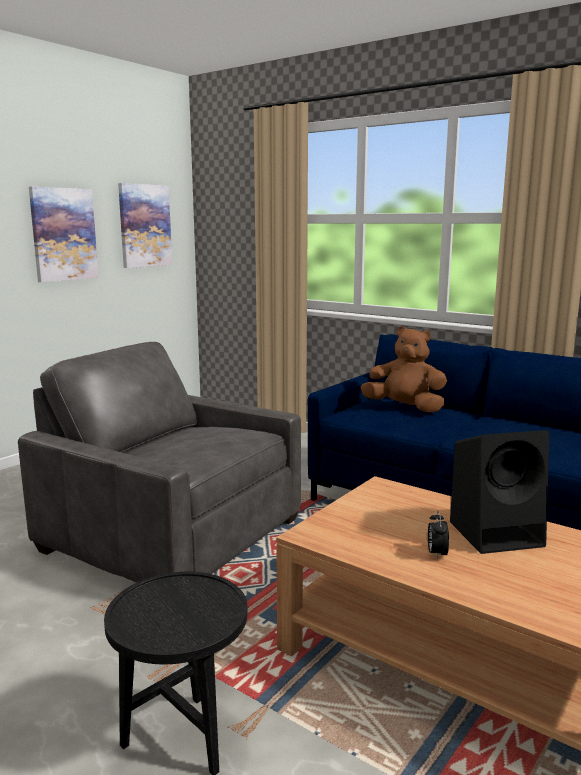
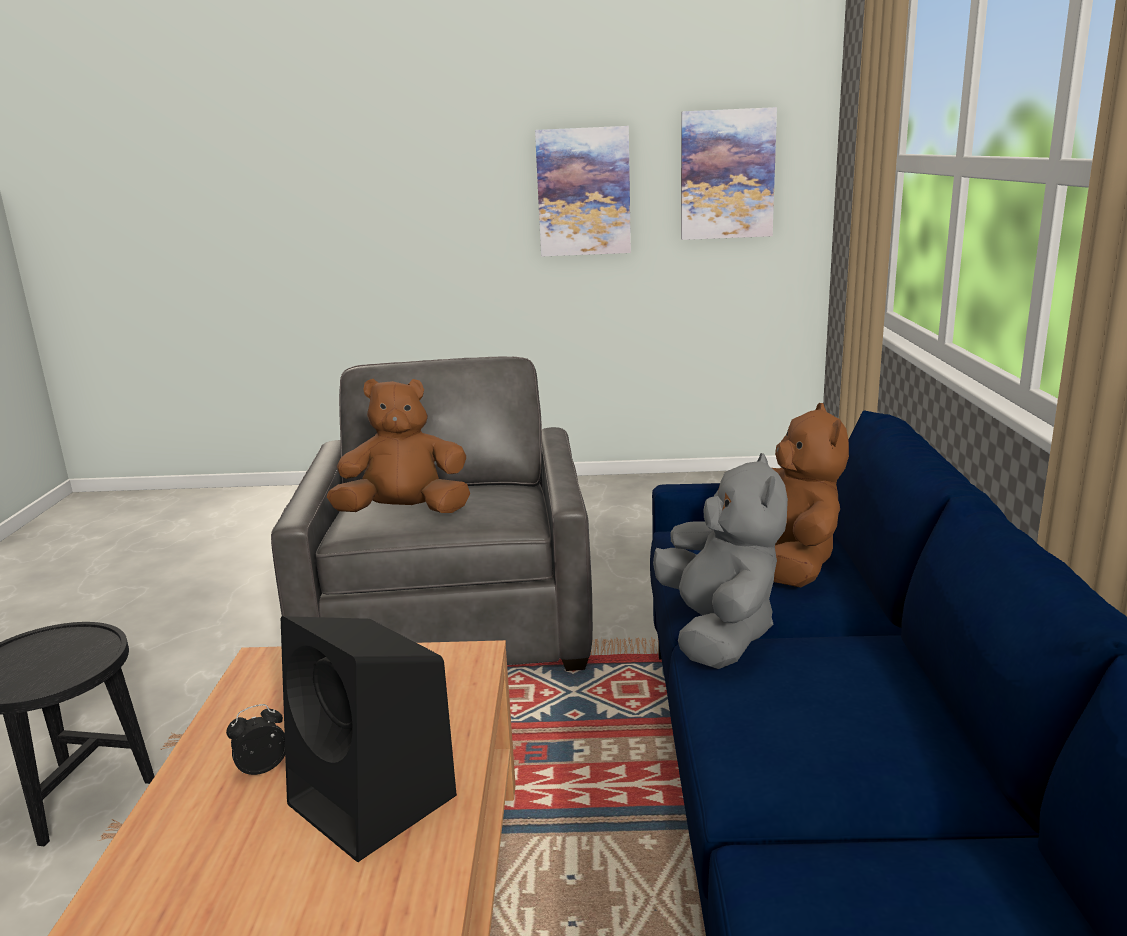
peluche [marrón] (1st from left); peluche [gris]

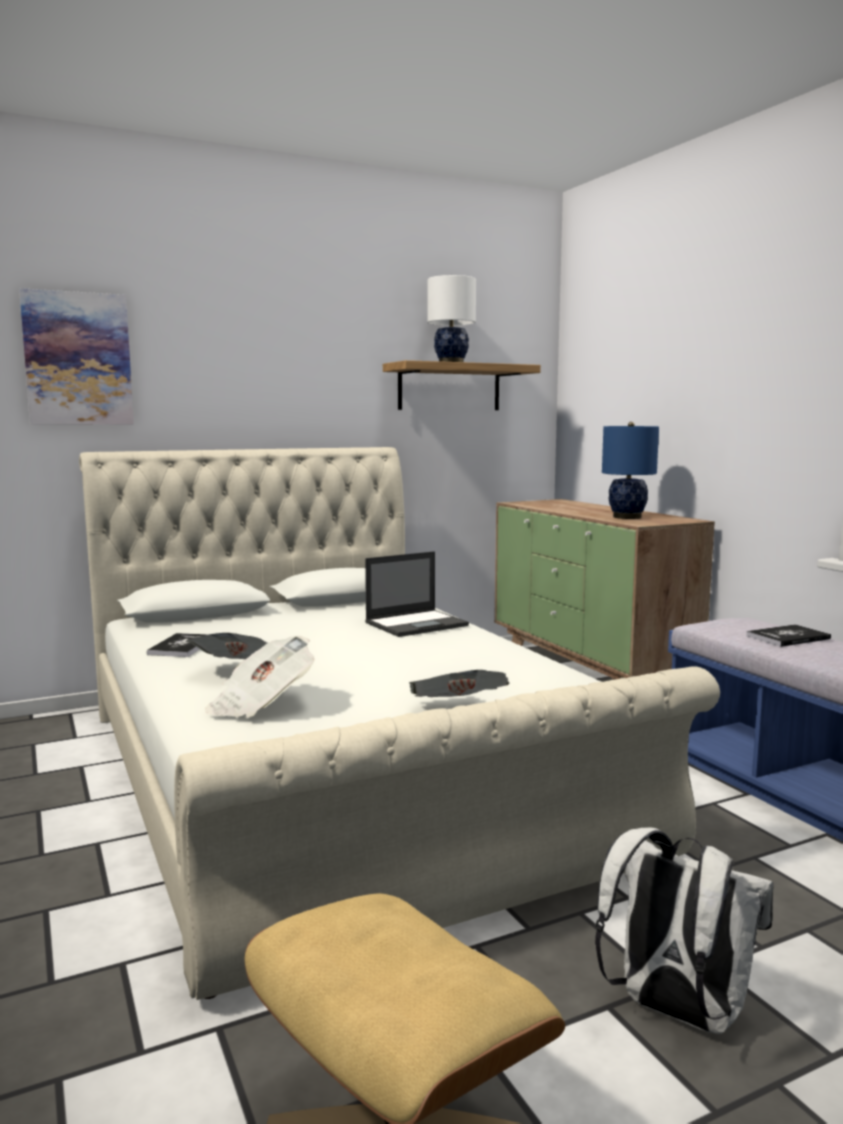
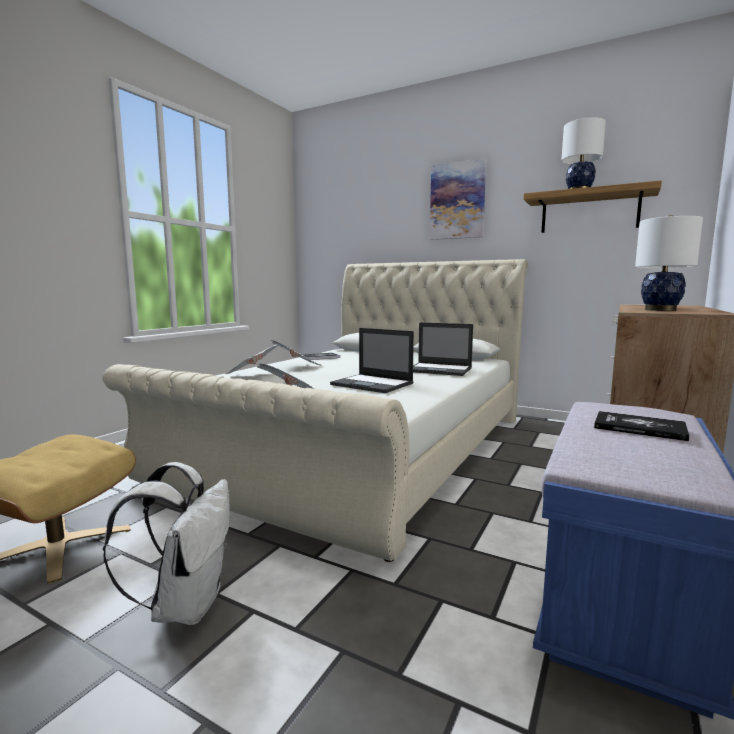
cuadro; lámpara de mesa [blanco] (2nd from left); portátil (1st from left)

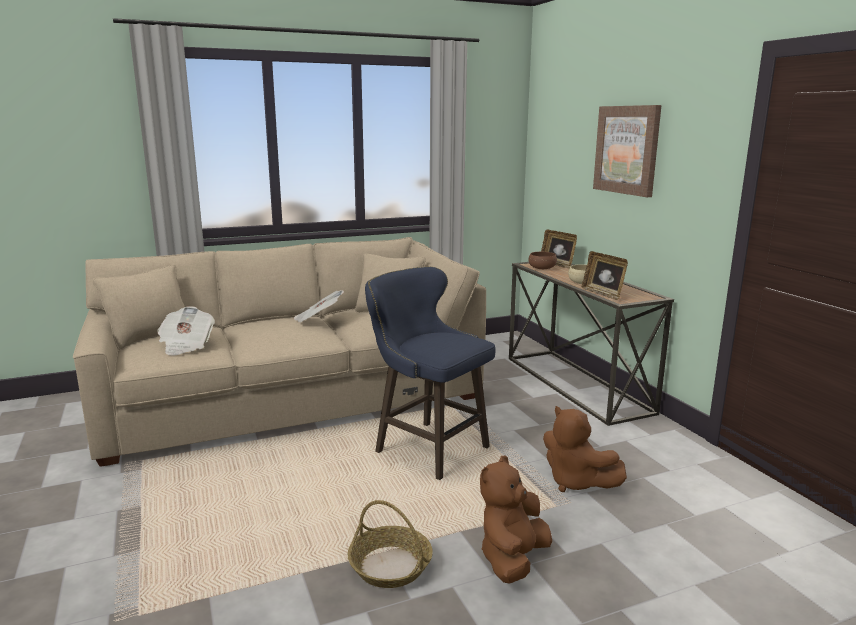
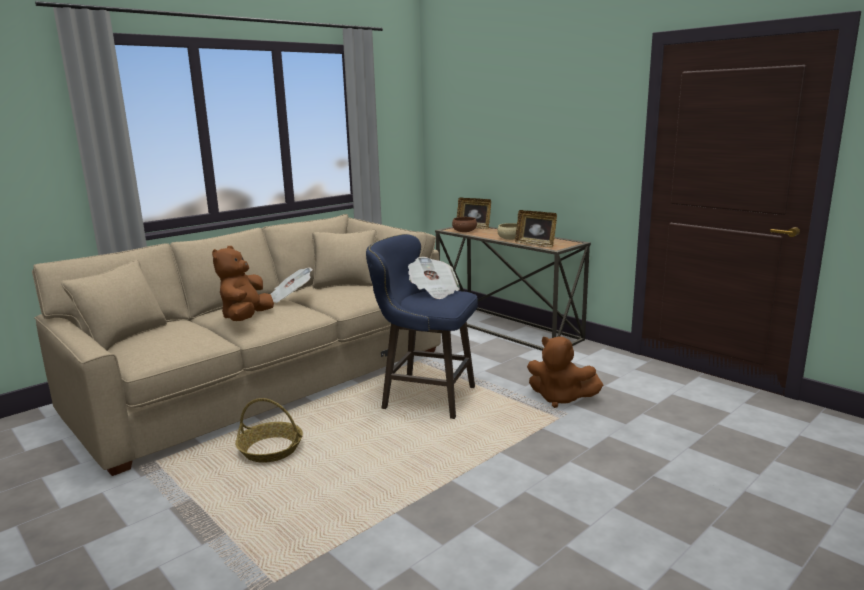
cuadro; periódico (2nd from left); peluche [marrón] (1st from left); cesta

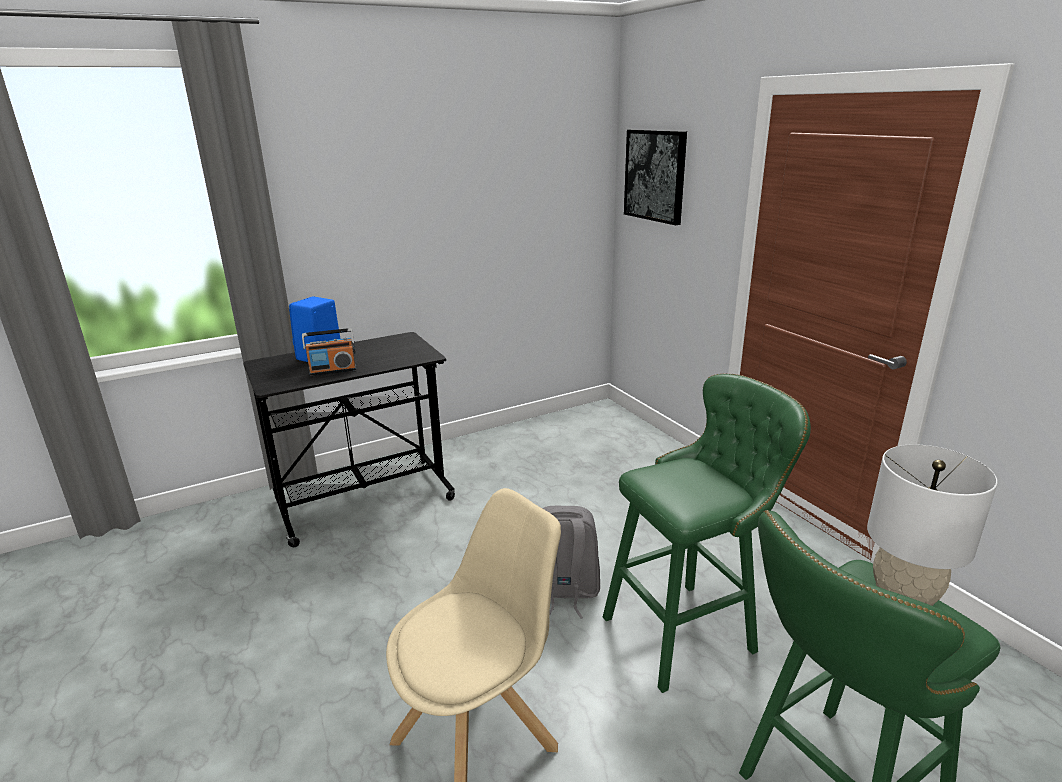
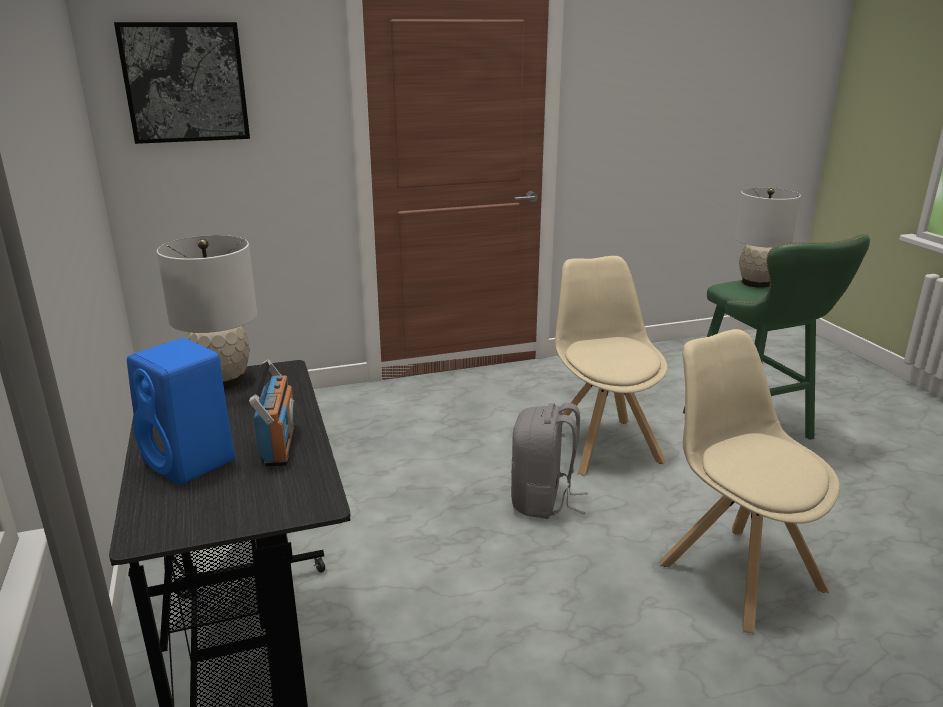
silla [beis] (1st from left); lámpara de mesa [blanco] (1st from left)

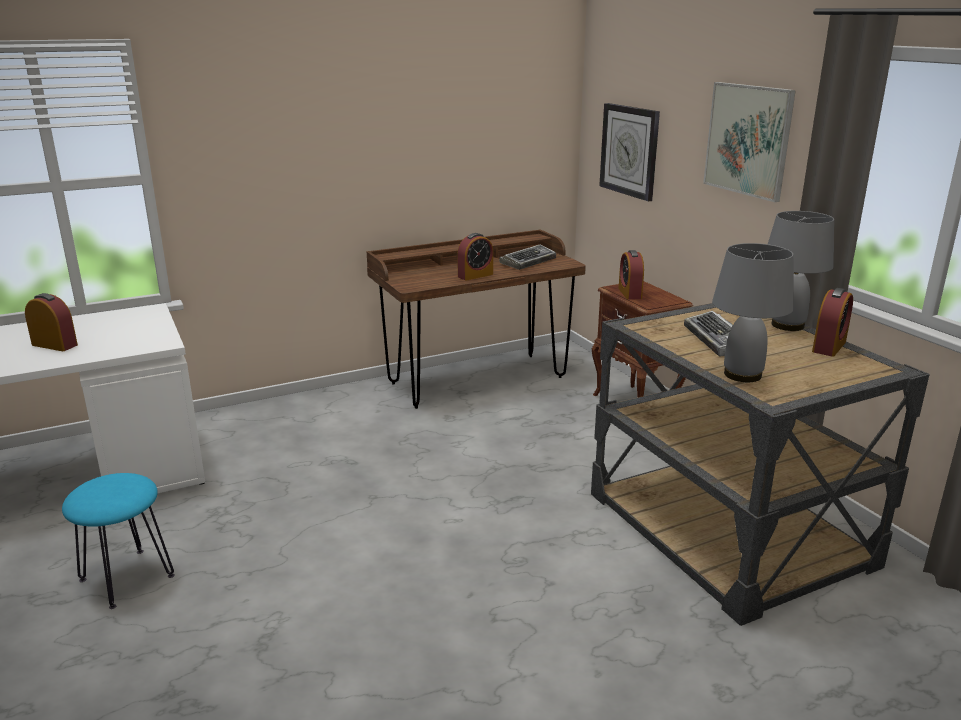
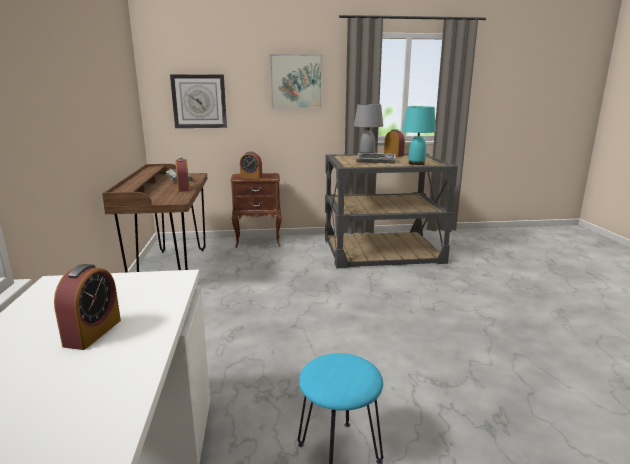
lámpara de mesa [turquesa]; despertador (1st from left)

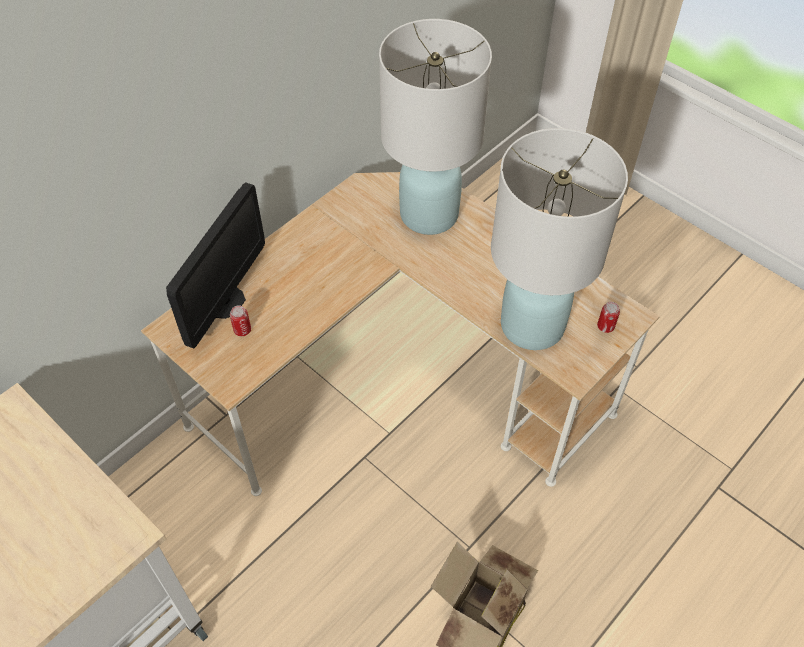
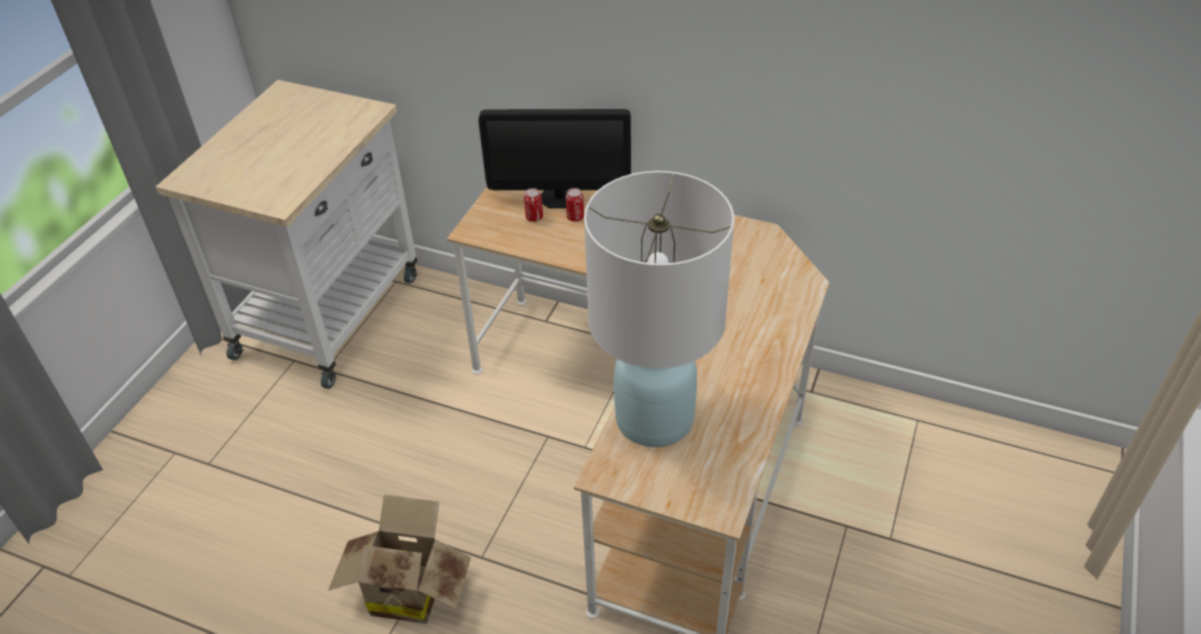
lámpara de mesa [blanco] (1st from left in the first image); lata (2nd from left)

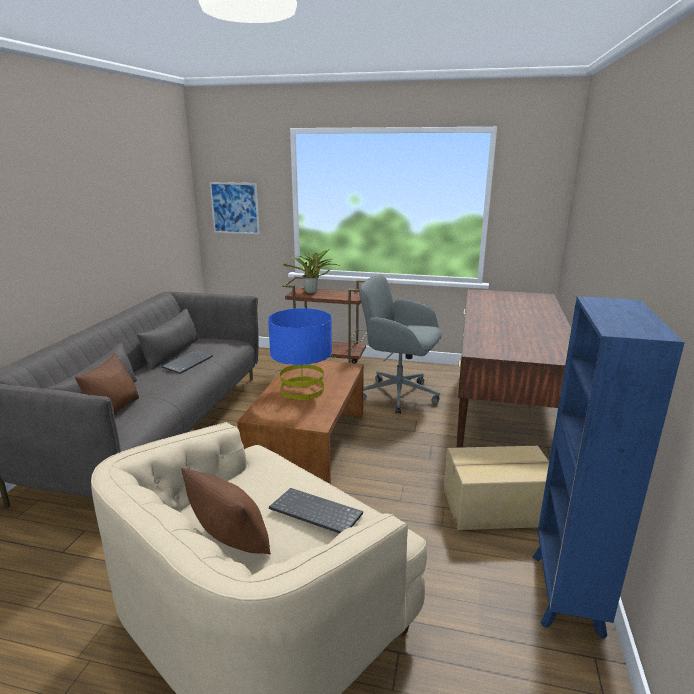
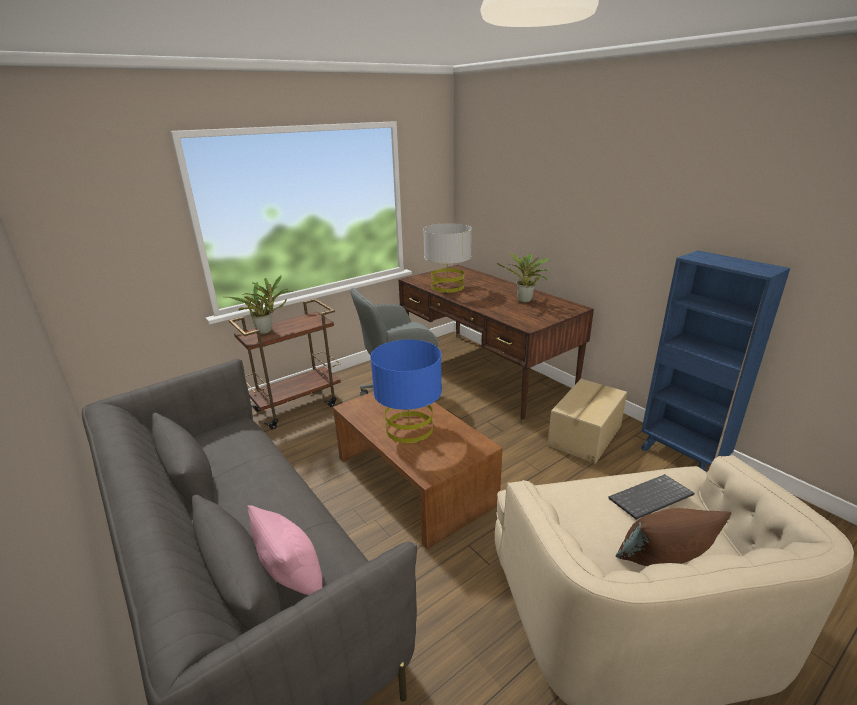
cuadro; teclado (1st from left in the first image); cojín [rosa]; lámpara de mesa [gris]; planta en maceta (2nd from left)

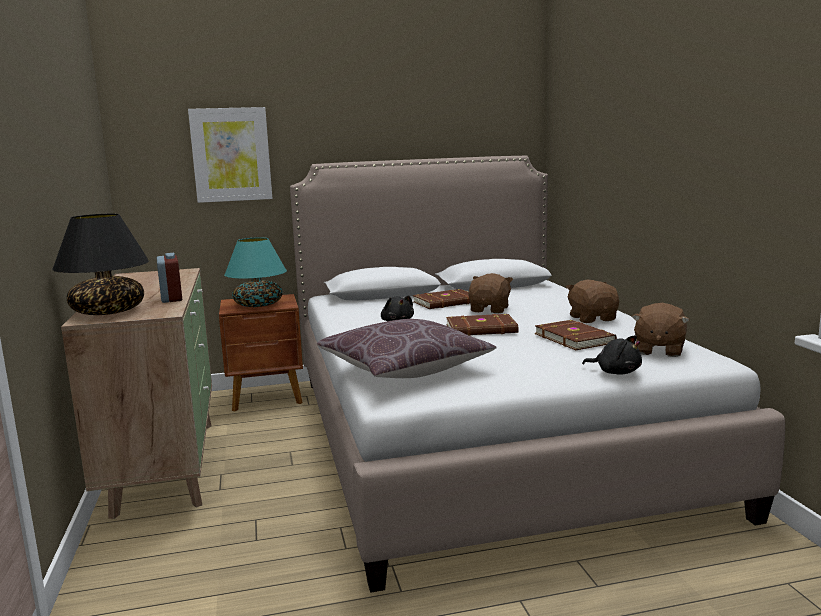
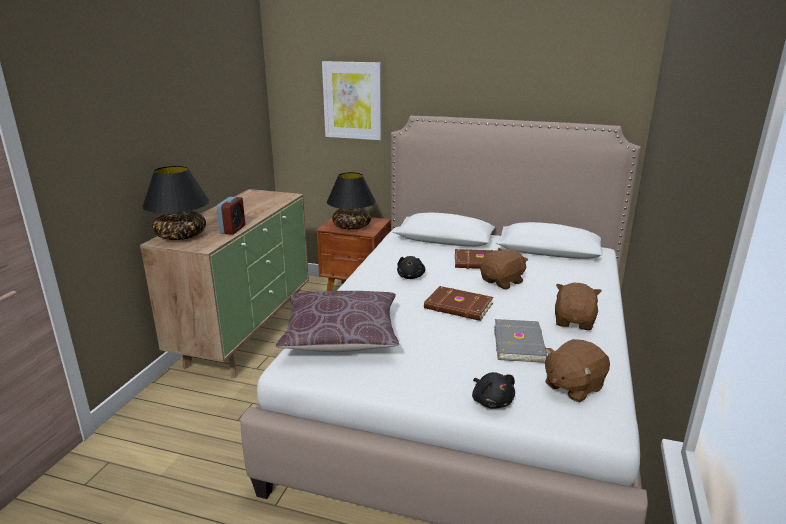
lámpara de mesa [negro] (2nd from left); libro [gris]

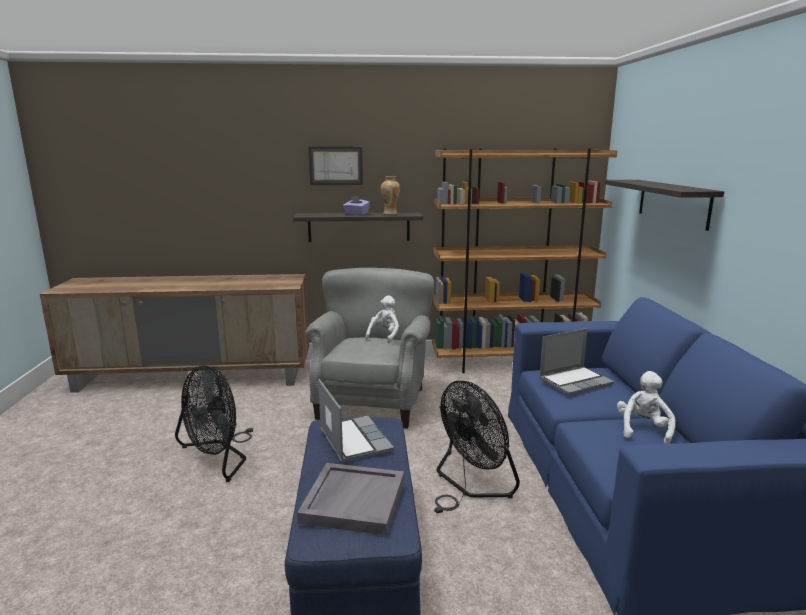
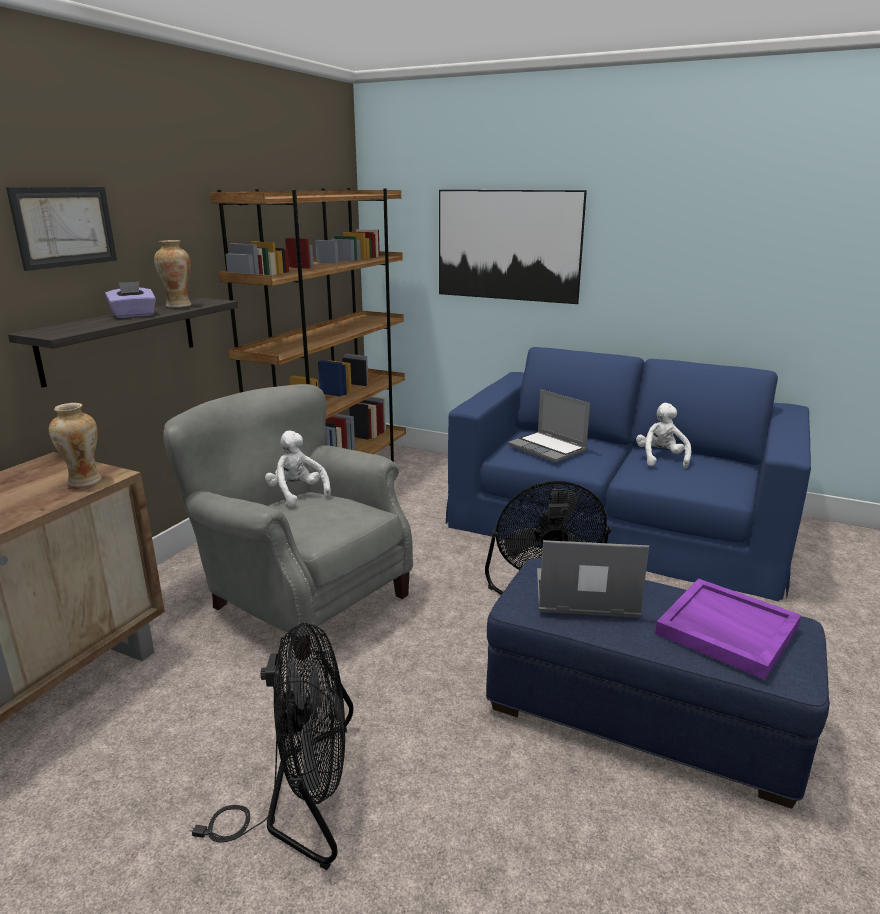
cuadro (2nd from left); portátil (1st from left); ventilador [negro] (1st from left); peluche [blanco] (2nd from left); bandeja [morado]; florero (1st from left)

